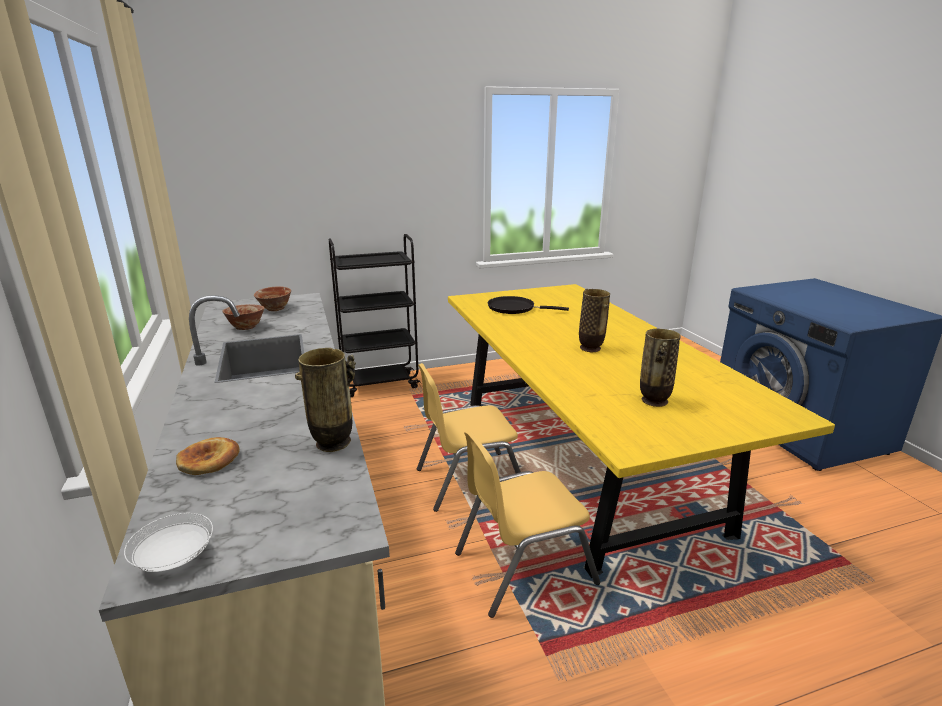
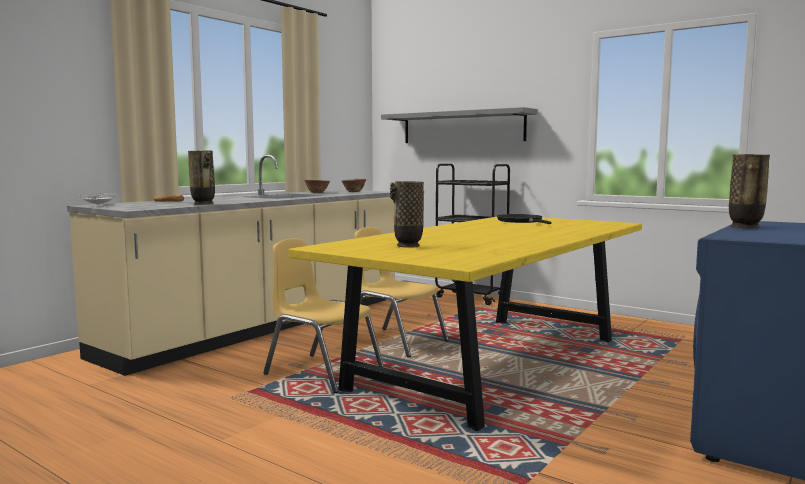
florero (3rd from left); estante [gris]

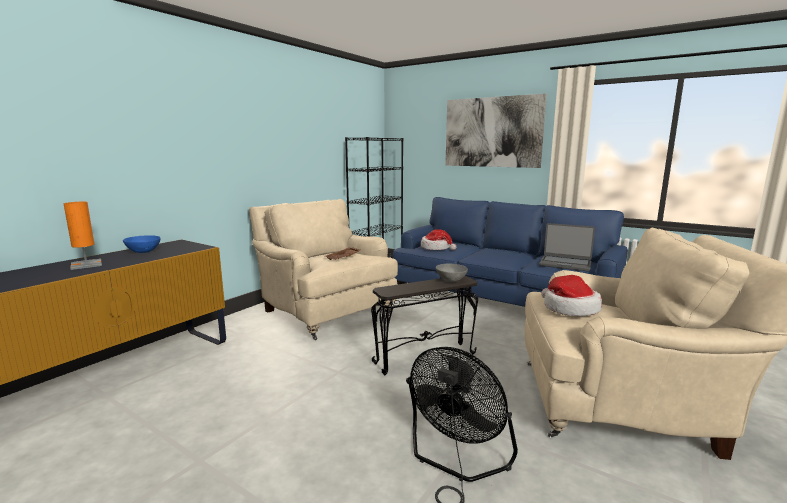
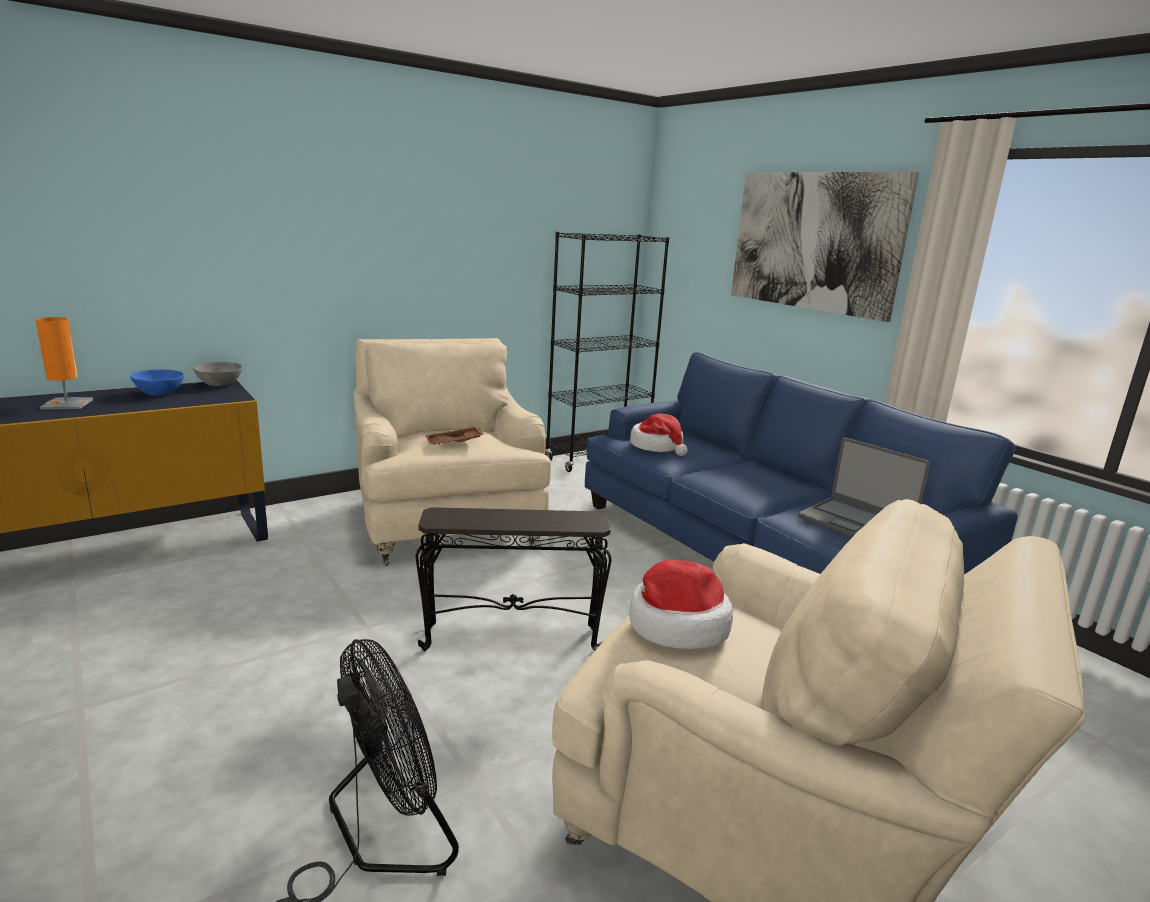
cuenco [gris]

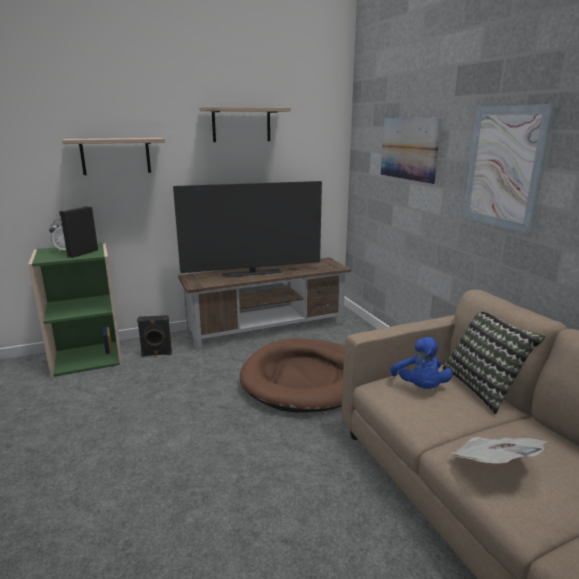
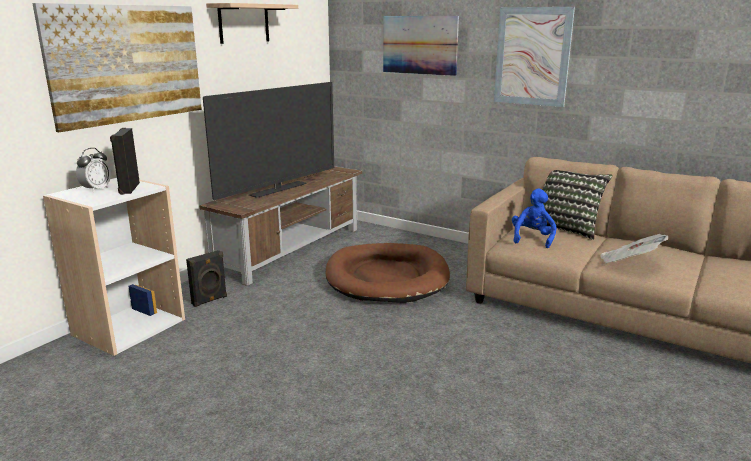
cuadro (1st from left); estantería [blanco]; peluche [azul]

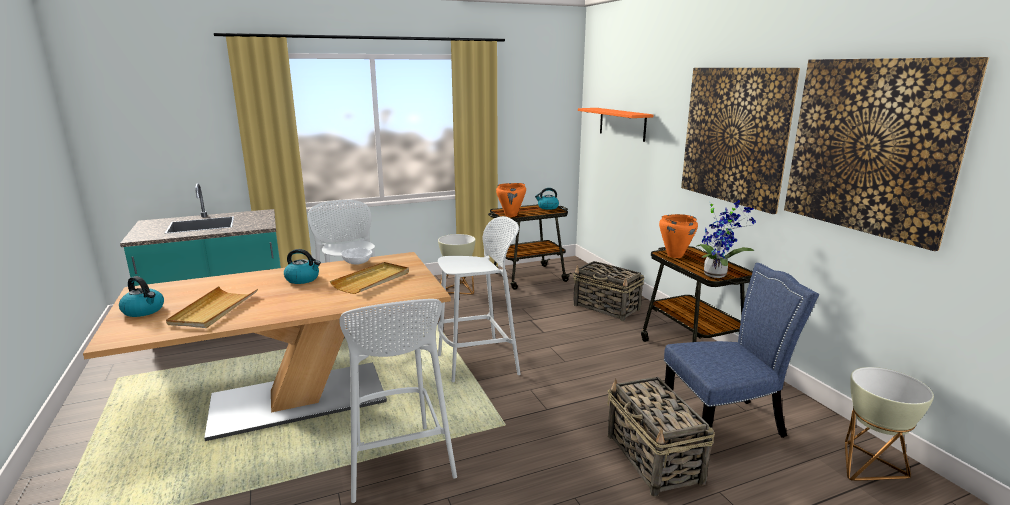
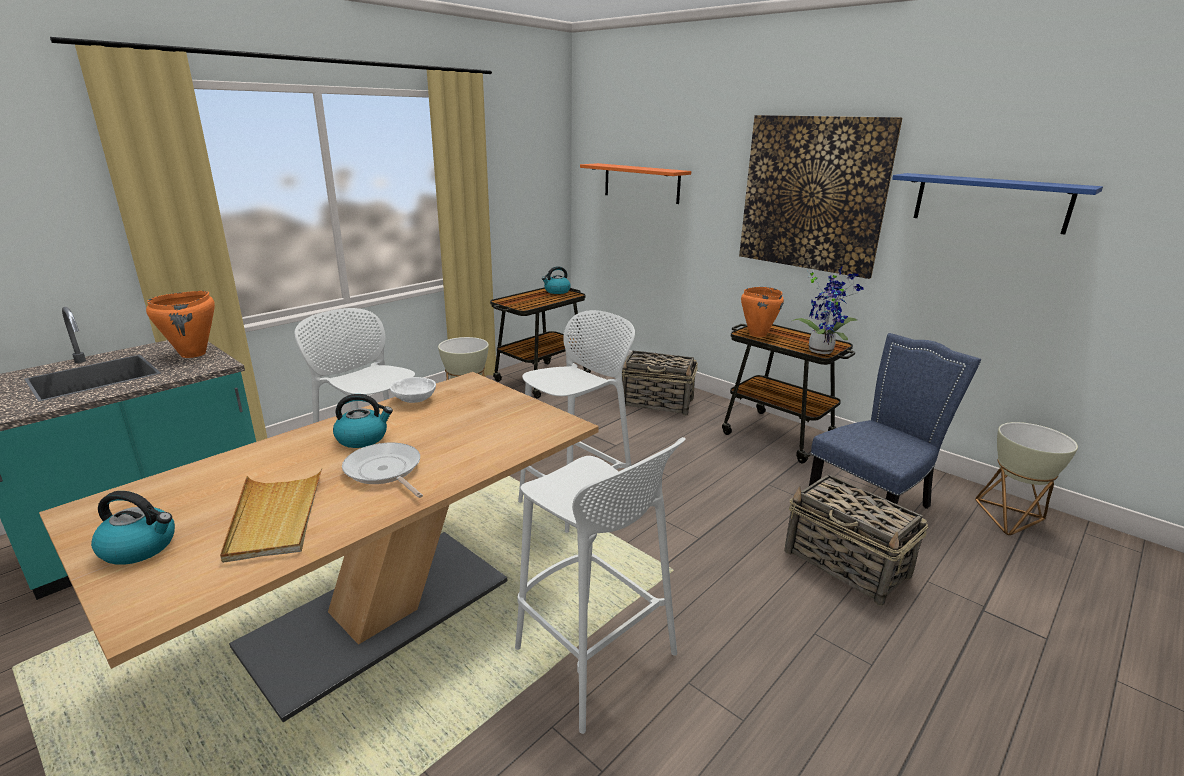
estante [azul]; olla [naranja] (1st from left); bandeja [beis] (2nd from left in the first image); sartén

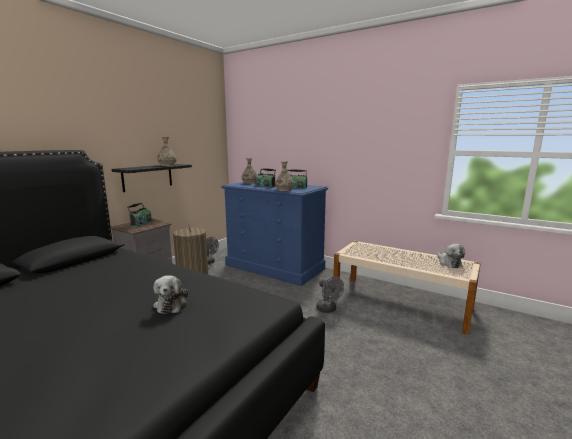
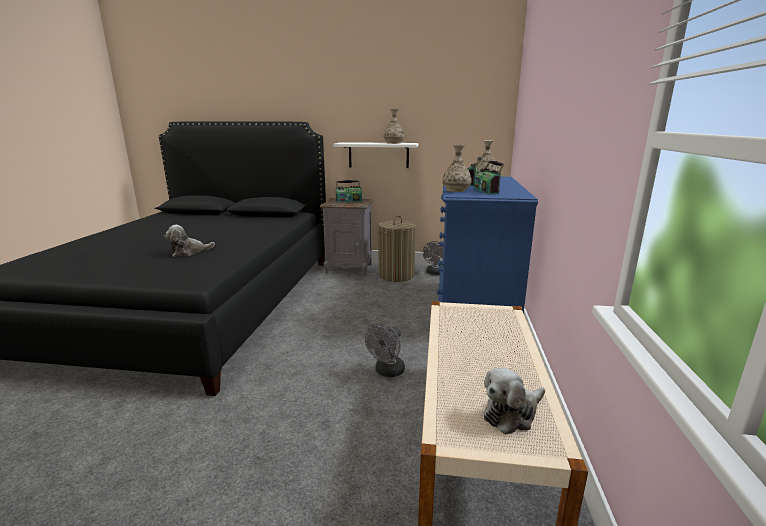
estante [blanco]

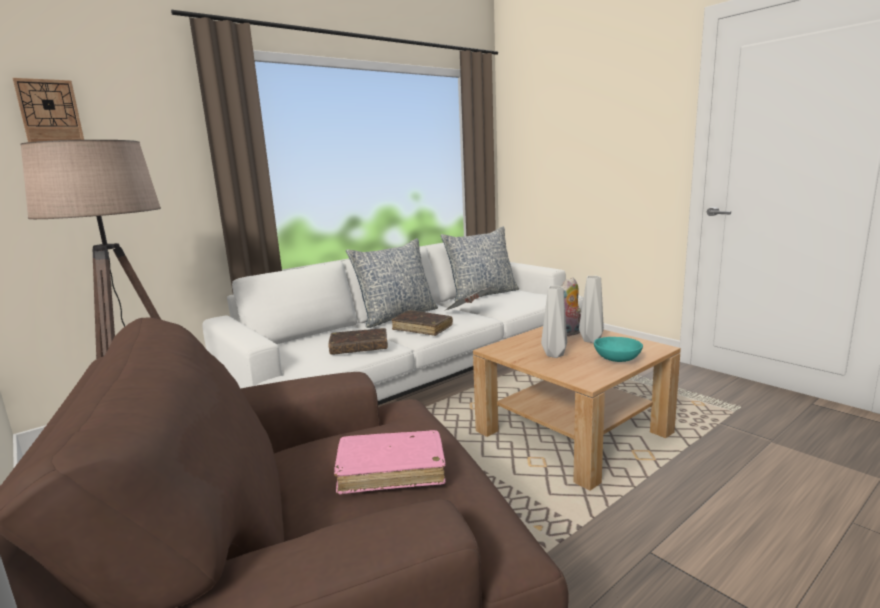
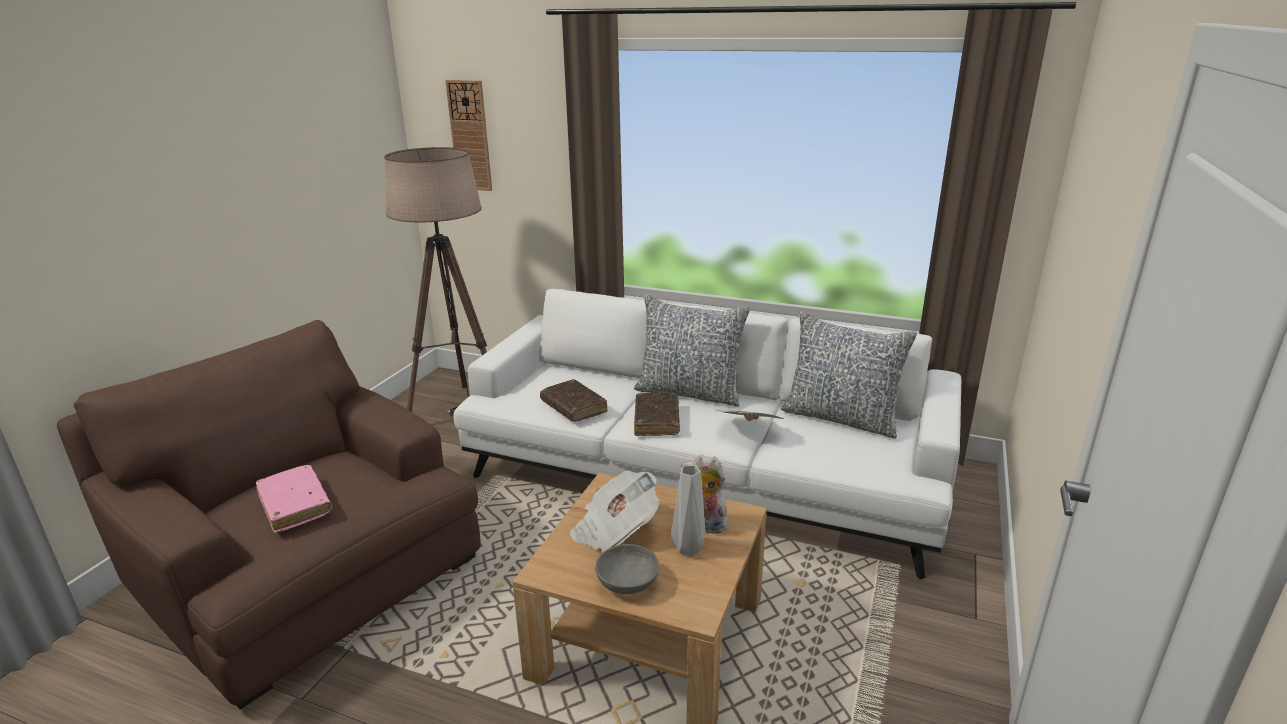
periódico (1st from left); cuenco [gris]

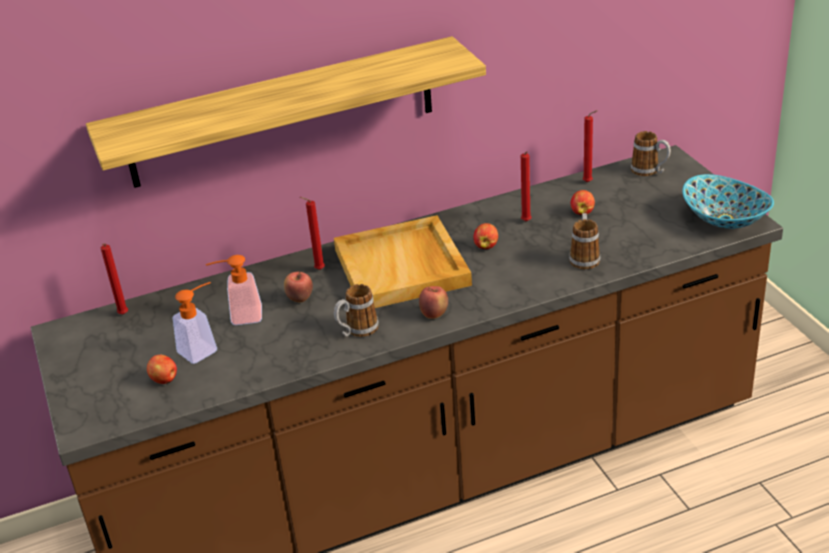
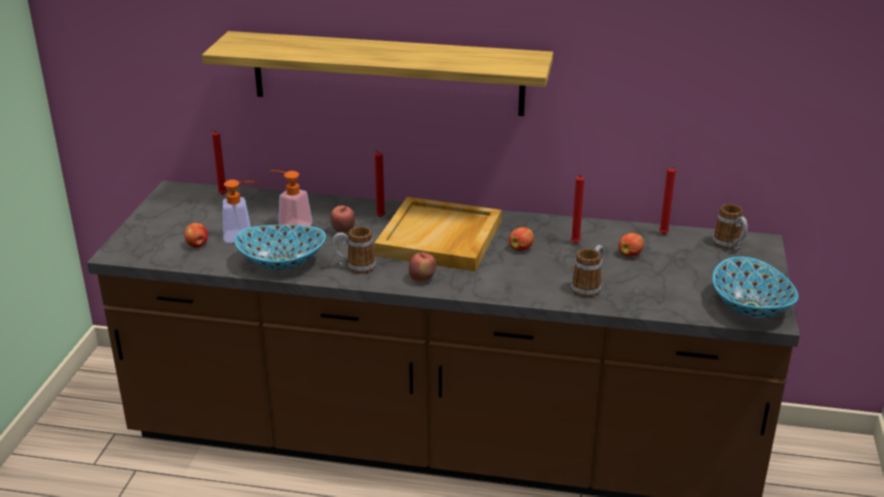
cuenco (1st from left)

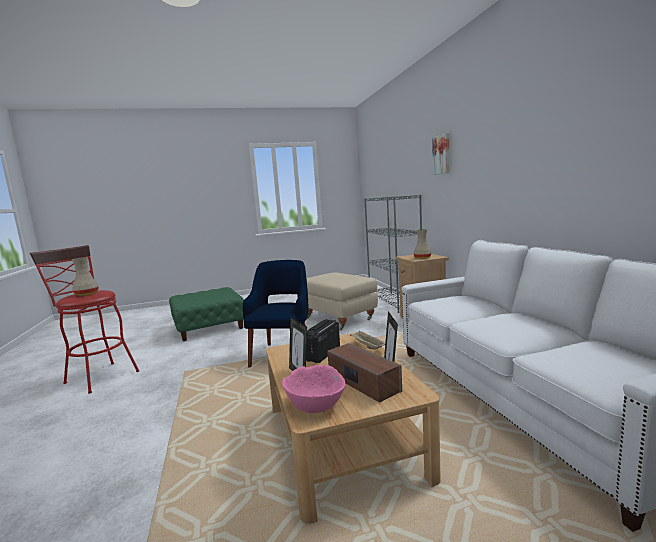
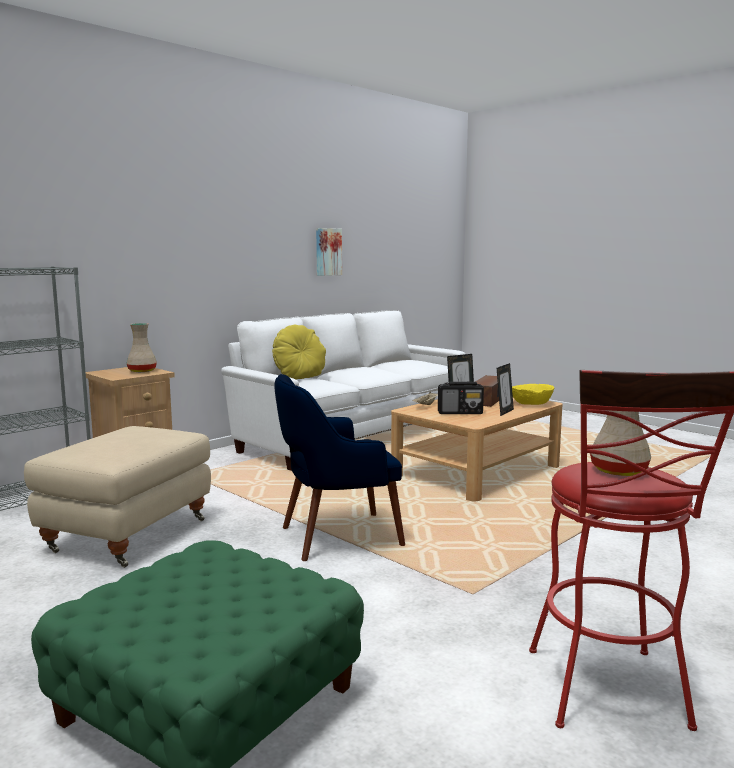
cuadro; cuenco [amarillo]; cojín [amarillo]

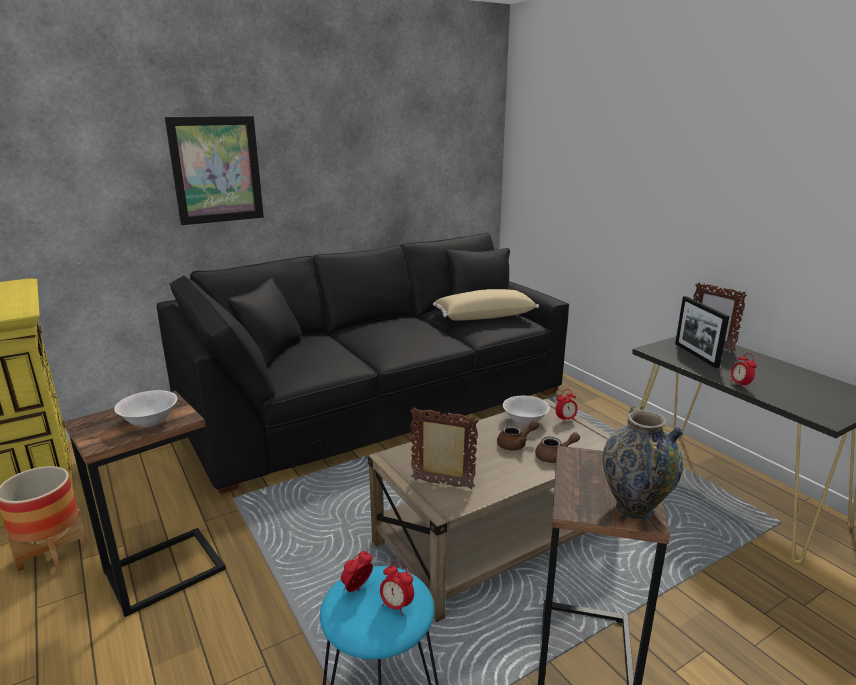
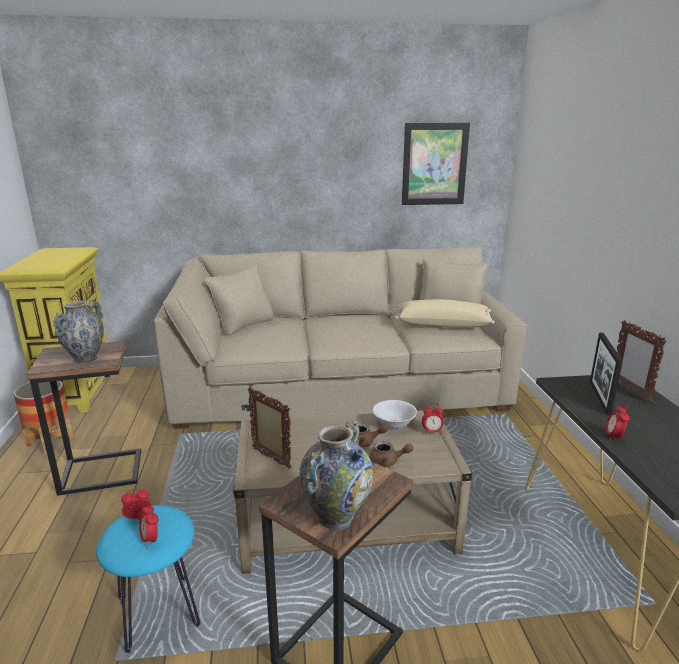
cuadro; sofá [beis]; florero (1st from left)

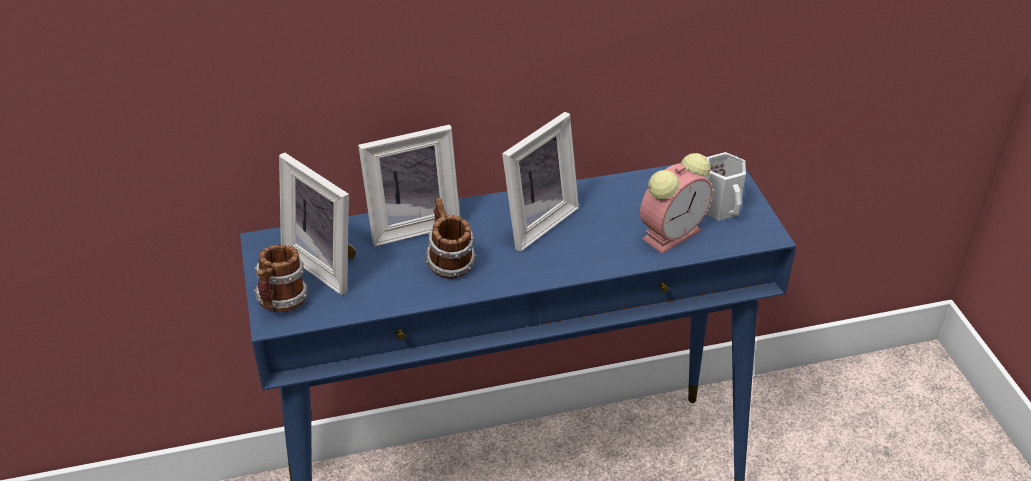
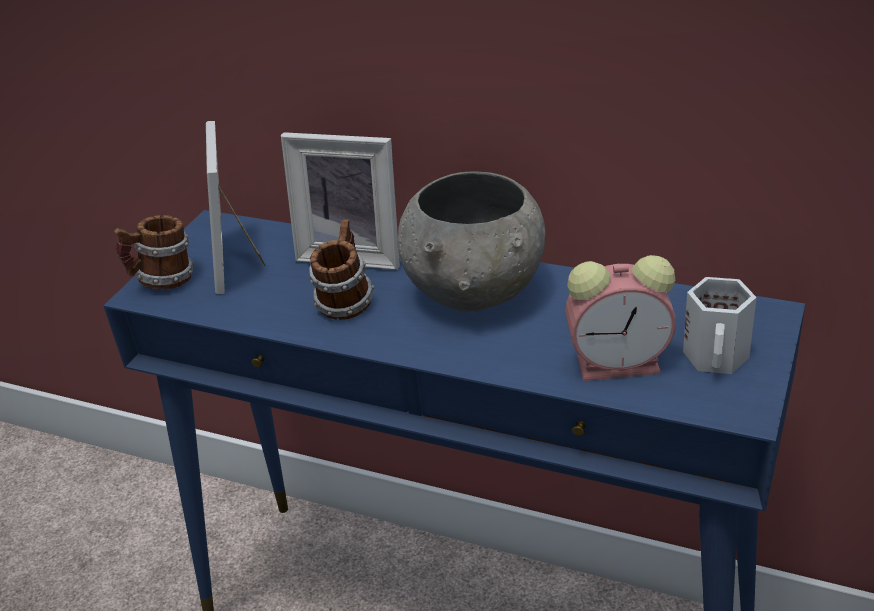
cuenco [gris]

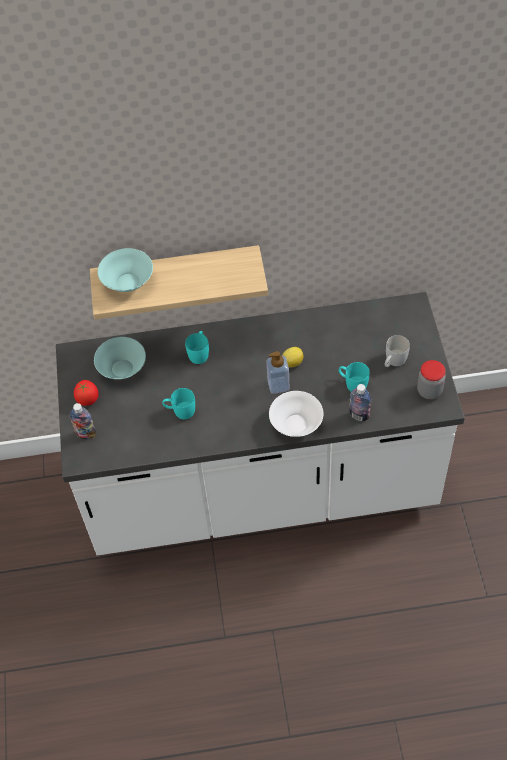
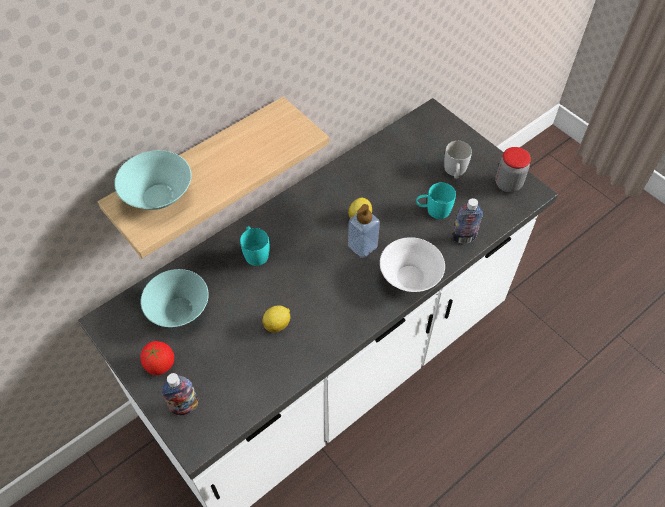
limón (1st from left)

